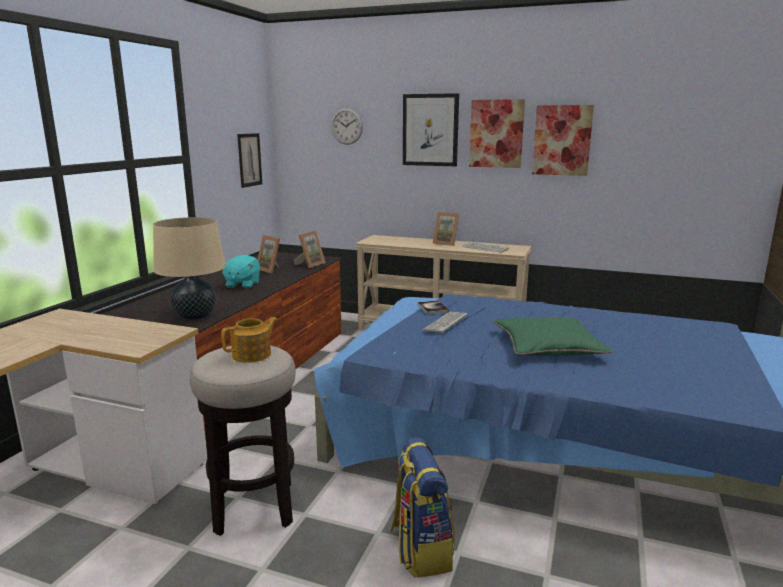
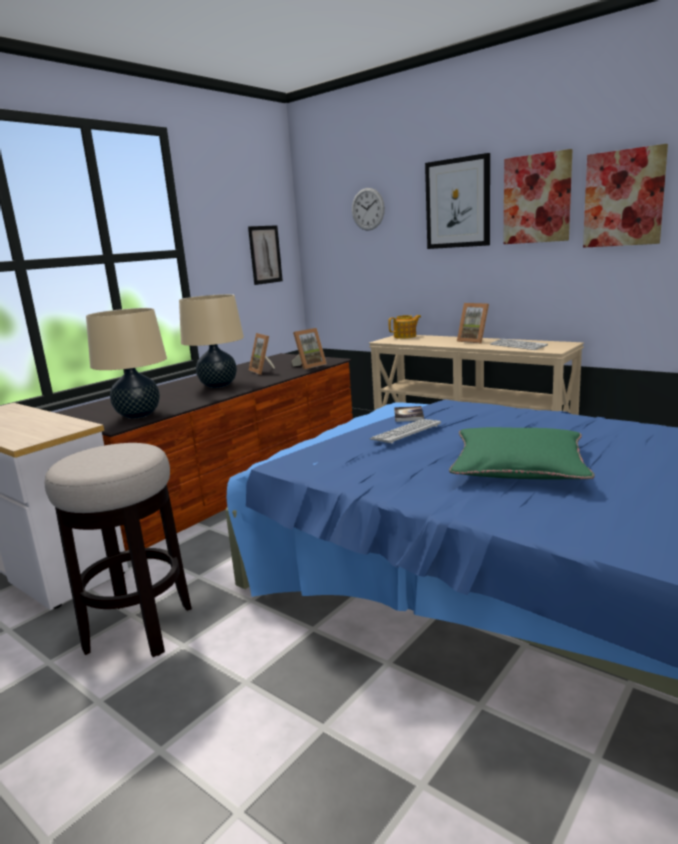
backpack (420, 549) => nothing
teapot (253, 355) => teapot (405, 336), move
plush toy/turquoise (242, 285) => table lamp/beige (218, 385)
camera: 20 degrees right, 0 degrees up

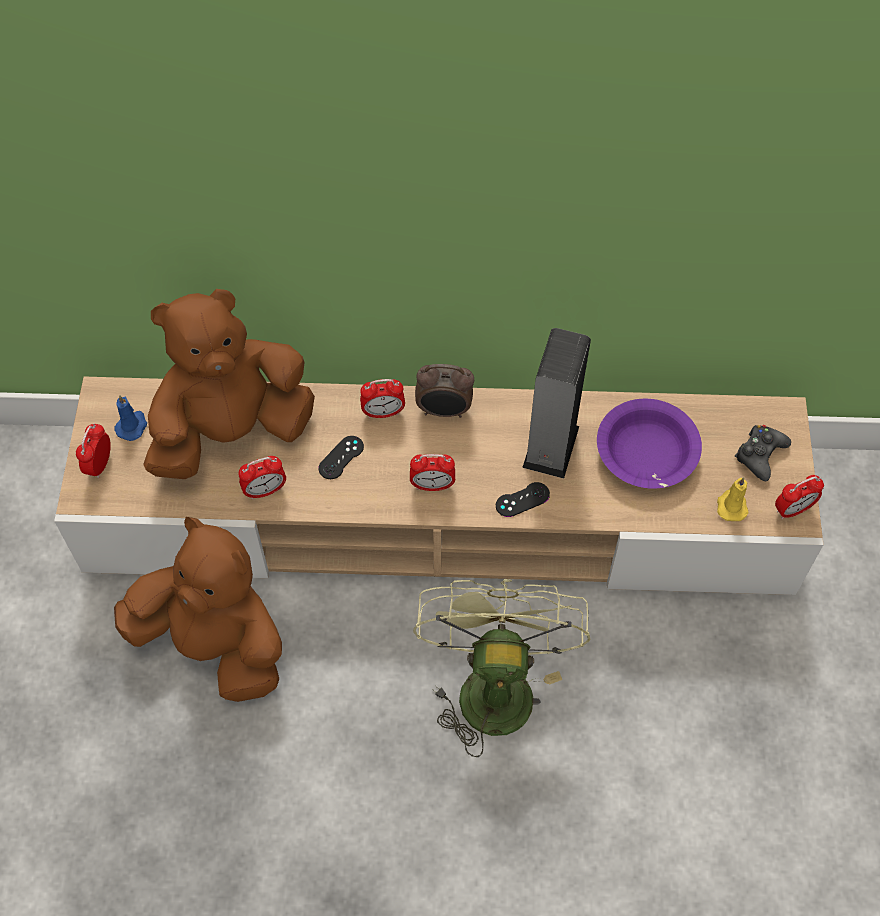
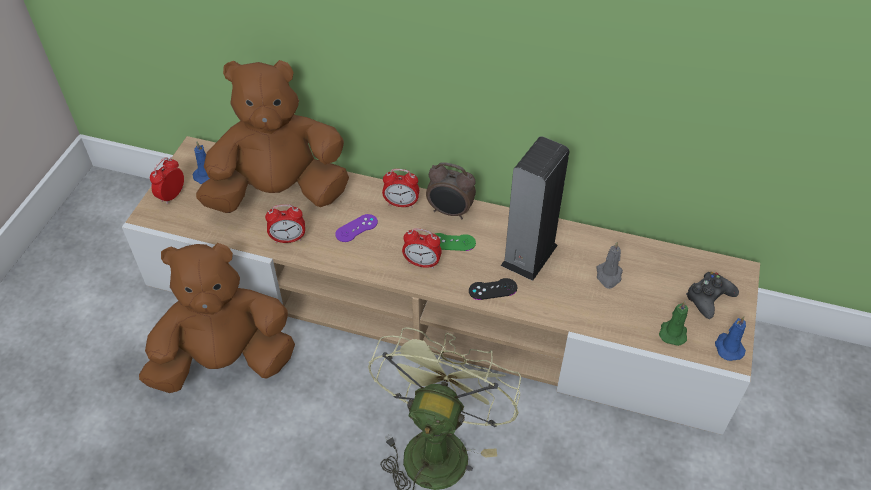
nothing => game controller/green (452, 242)
bowl/purple (646, 453) => candle/grey (608, 276)
alarm clock (792, 510) => candle/blue (728, 347)
game controller/black (341, 457) => game controller/purple (356, 228)
candle/yellow (731, 506) => candle/green (673, 332)
plush toy/brown (215, 643) => plush toy/brown (225, 360), 60 degrees counterclockwise
camera: 15 degrees right, 10 degrees down

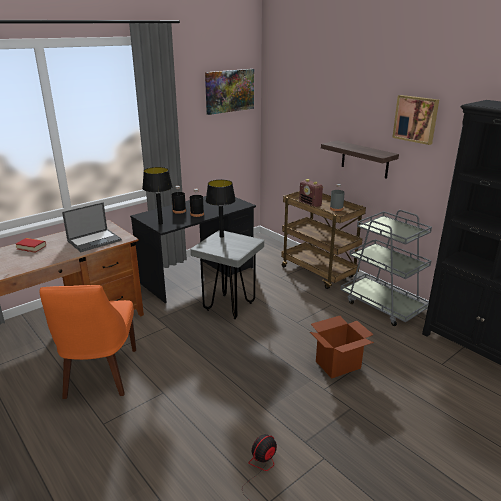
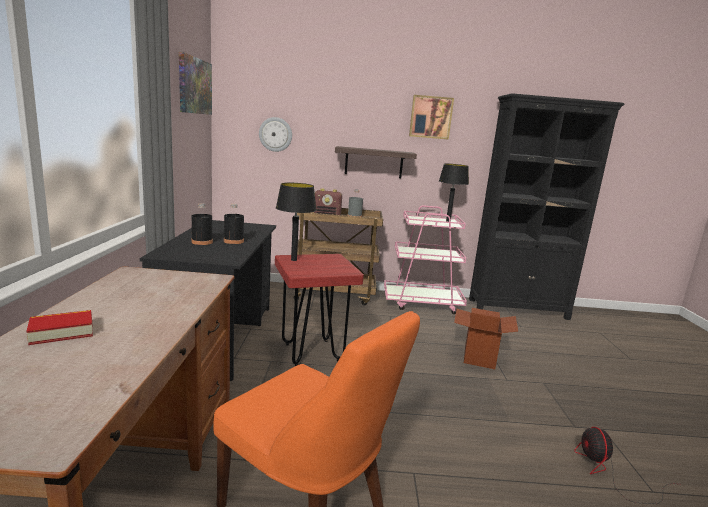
laptop (95, 240) => nothing
nothing => wall clock (275, 134)
table lamp/black (160, 223) => table lamp/black (448, 221), move
stool/grey (229, 306) => stool/red (312, 352)
cart/grey (383, 305) => cart/pink (422, 303)
camera: 50 degrees left, 10 degrees down

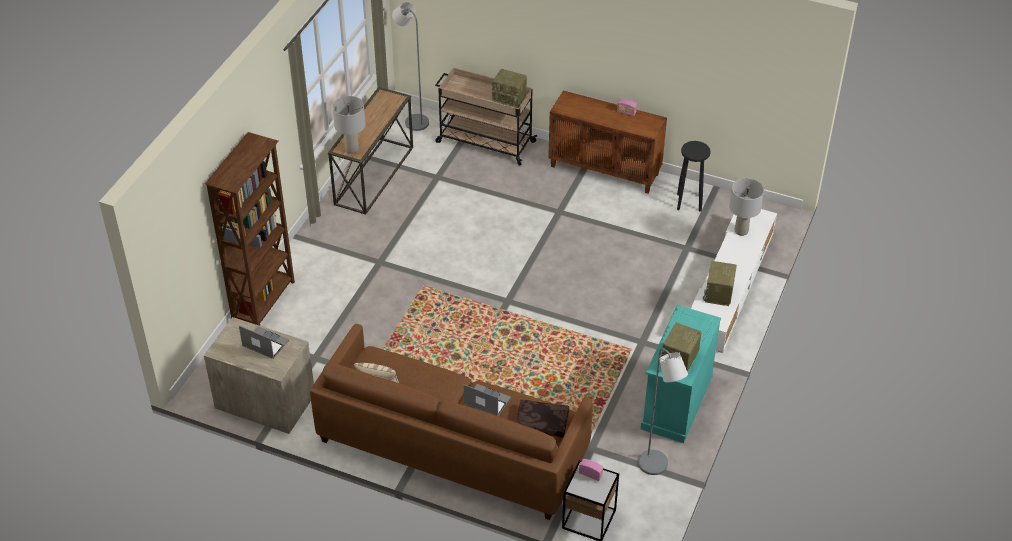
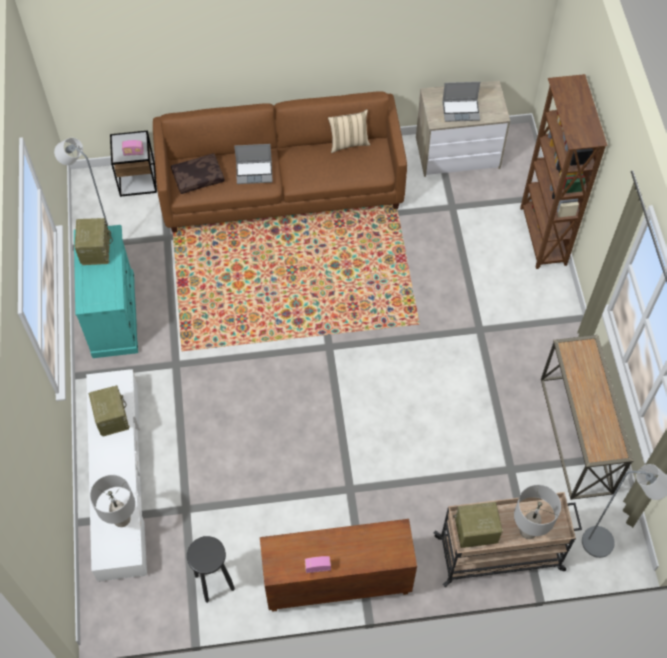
table lamp/grey (352, 149) => table lamp/grey (528, 531), move
camera: 150 degrees right, 15 degrees up

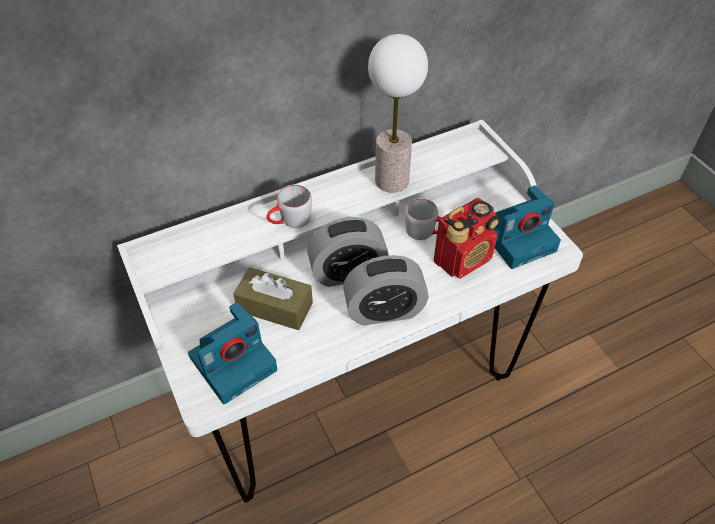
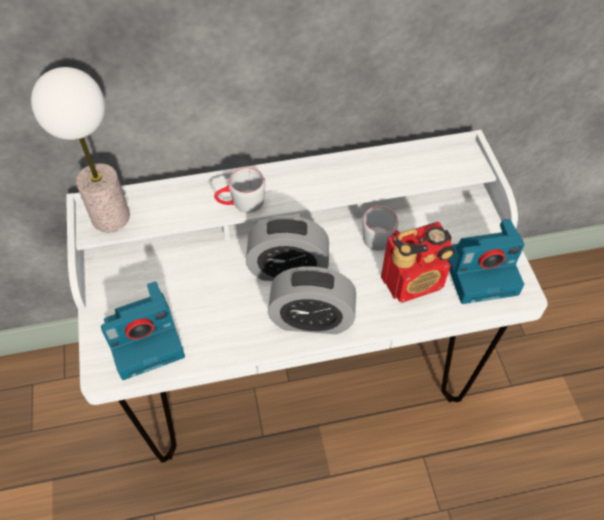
tissue box/brown (275, 307) => nothing
table lamp (391, 181) => table lamp (110, 217), move
camera: 15 degrees right, 5 degrees up

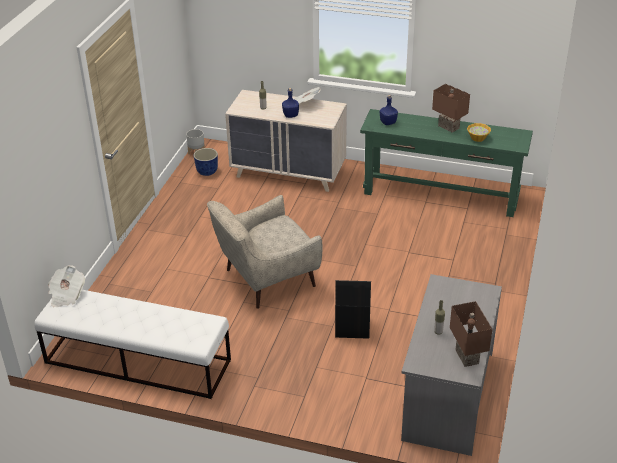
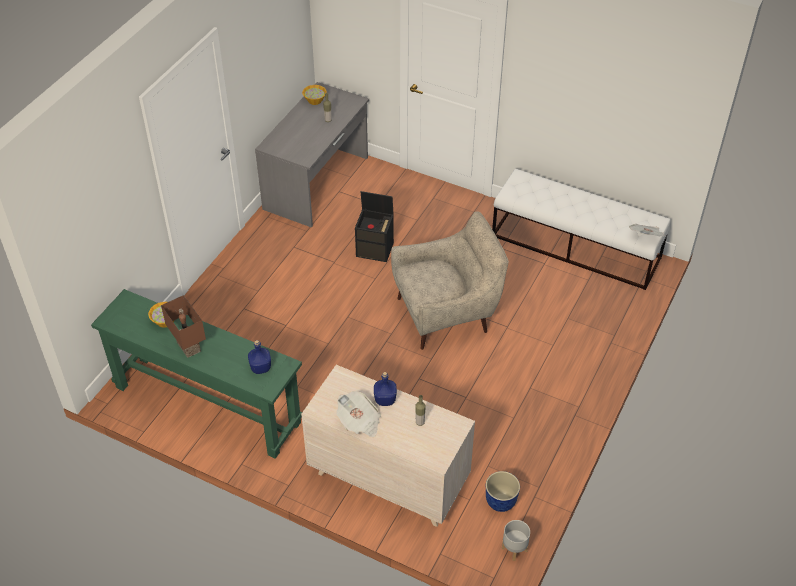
table lamp/brown (468, 357) => bowl (314, 100)
camera: 170 degrees left, 10 degrees up

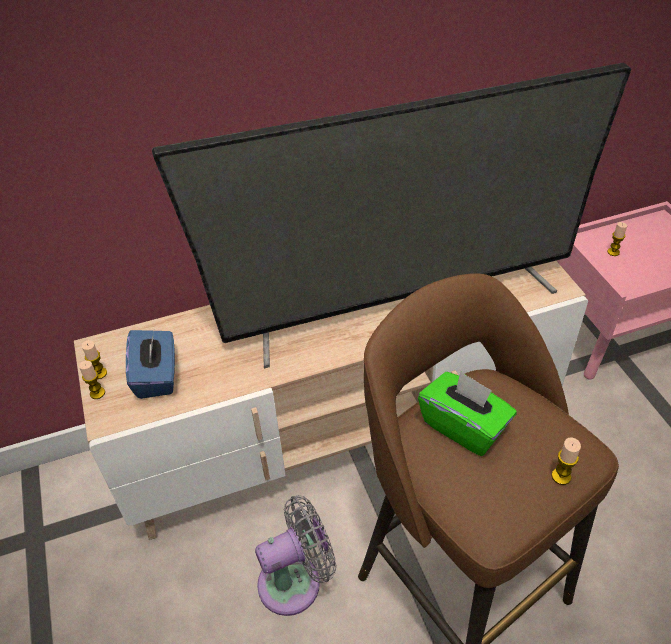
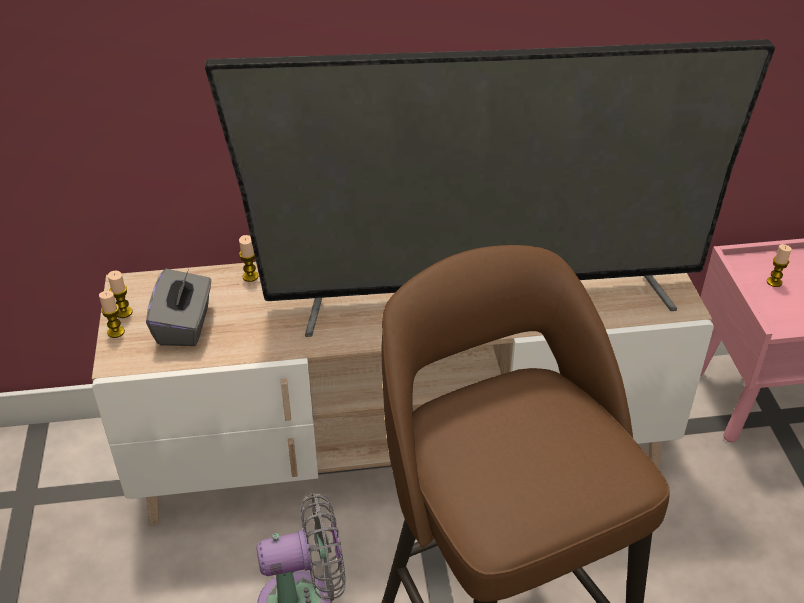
tissue box/green (464, 426) => nothing
candle (561, 476) => candle (250, 276), move
tissue box/blue (157, 376) => tissue box/grey (185, 325)
camera: 10 degrees right, 5 degrees down

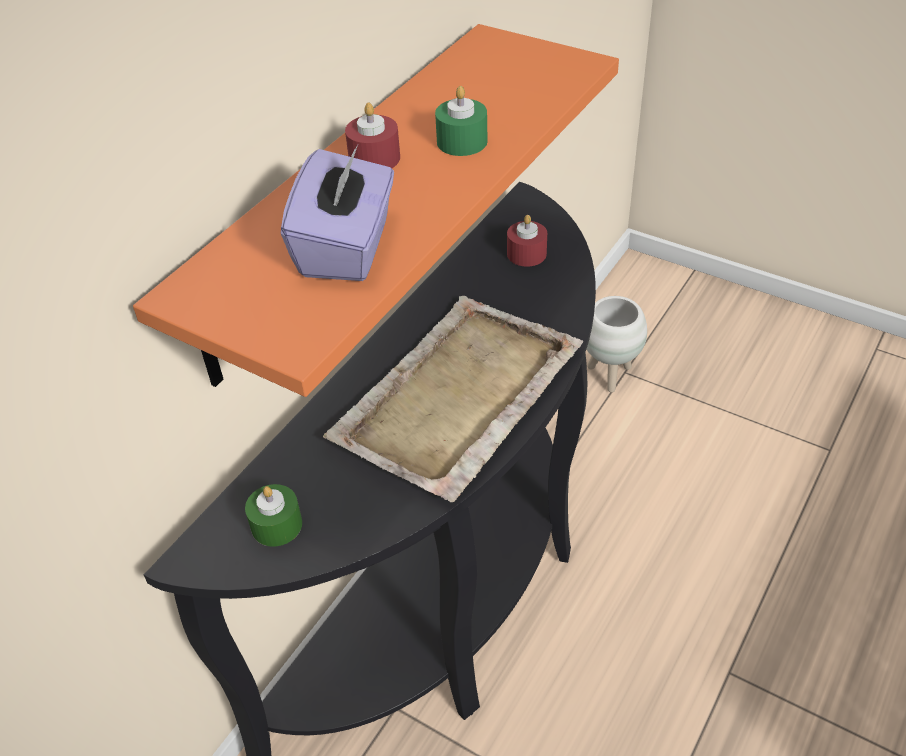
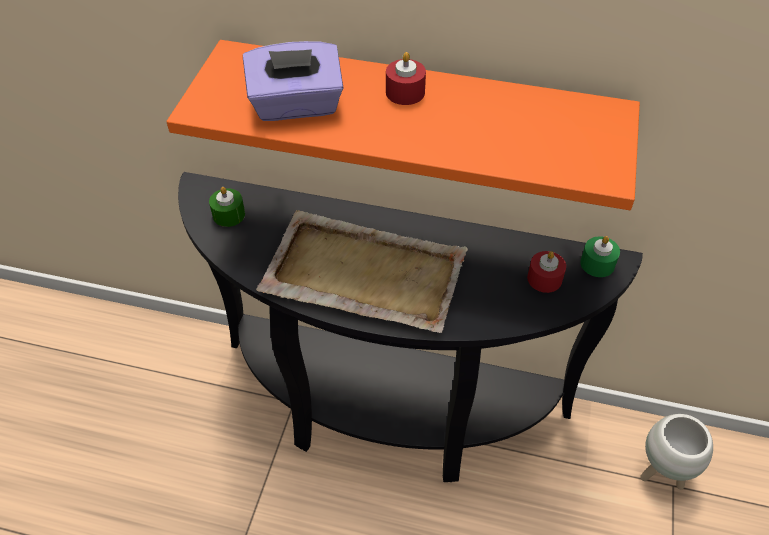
candle/green (462, 141) => candle/green (597, 264), move
camera: 70 degrees right, 5 degrees up

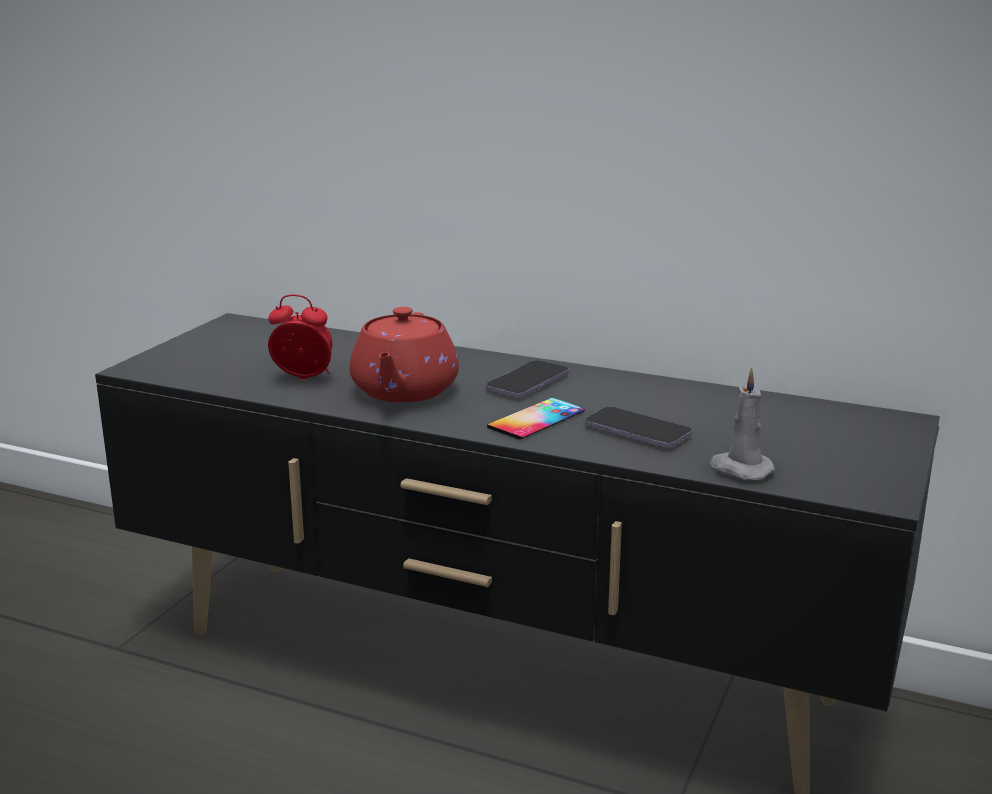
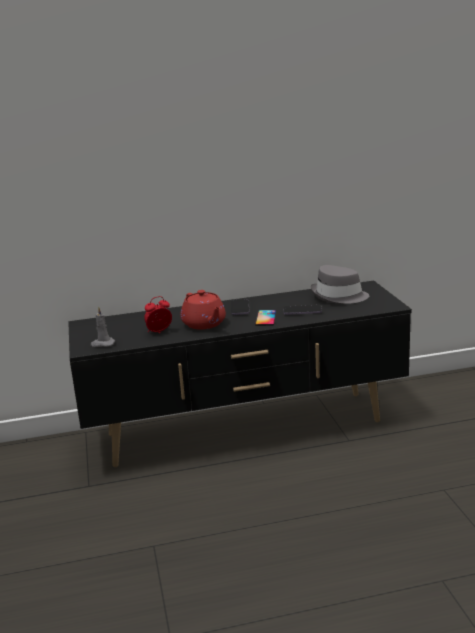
nothing => hat/grey (339, 296)
candle/grey (740, 469) => candle/grey (102, 344), move
camera: 35 degrees left, 0 degrees up

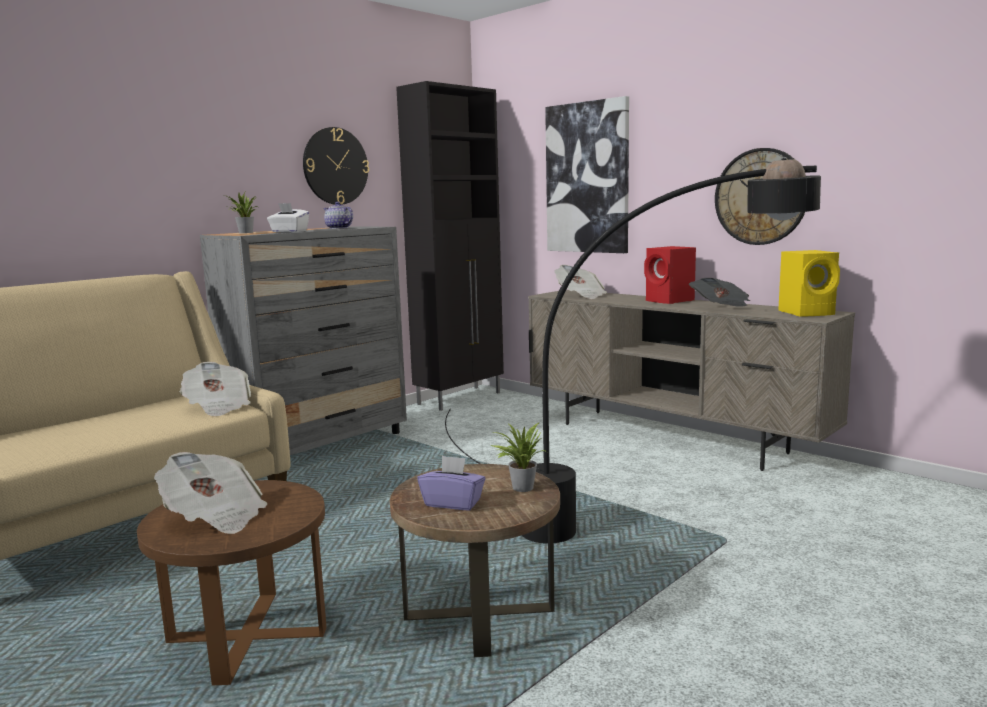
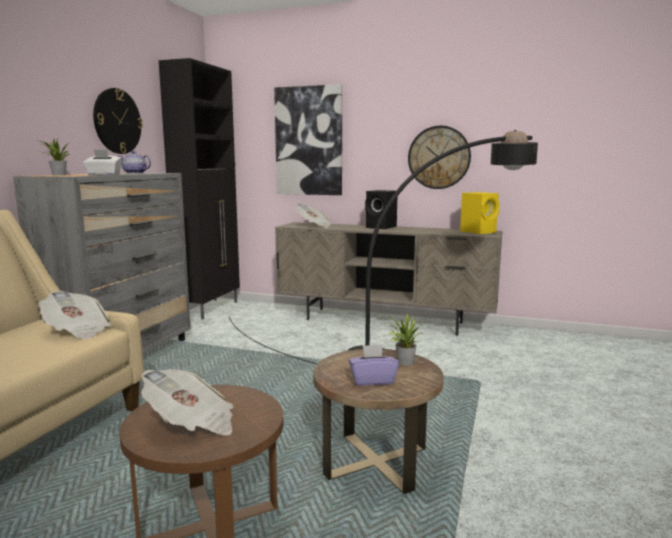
newspaper (721, 309) => nothing
speaker/red (670, 301) => speaker/black (382, 227)
camera: 25 degrees left, 0 degrees up

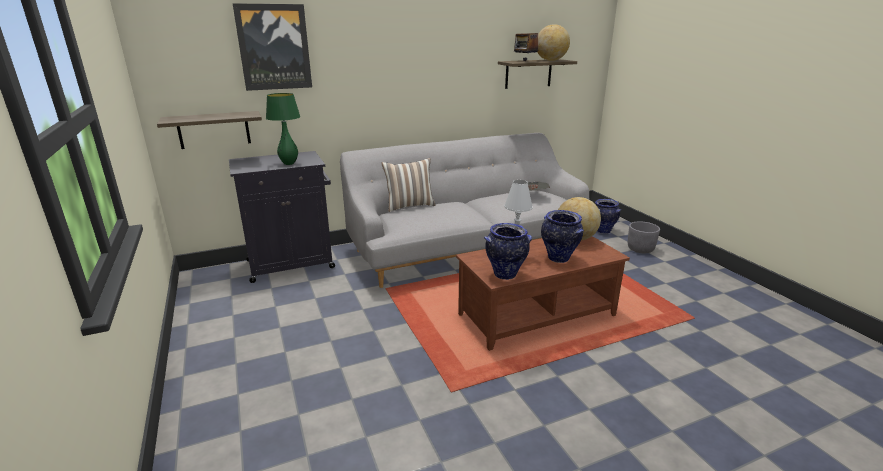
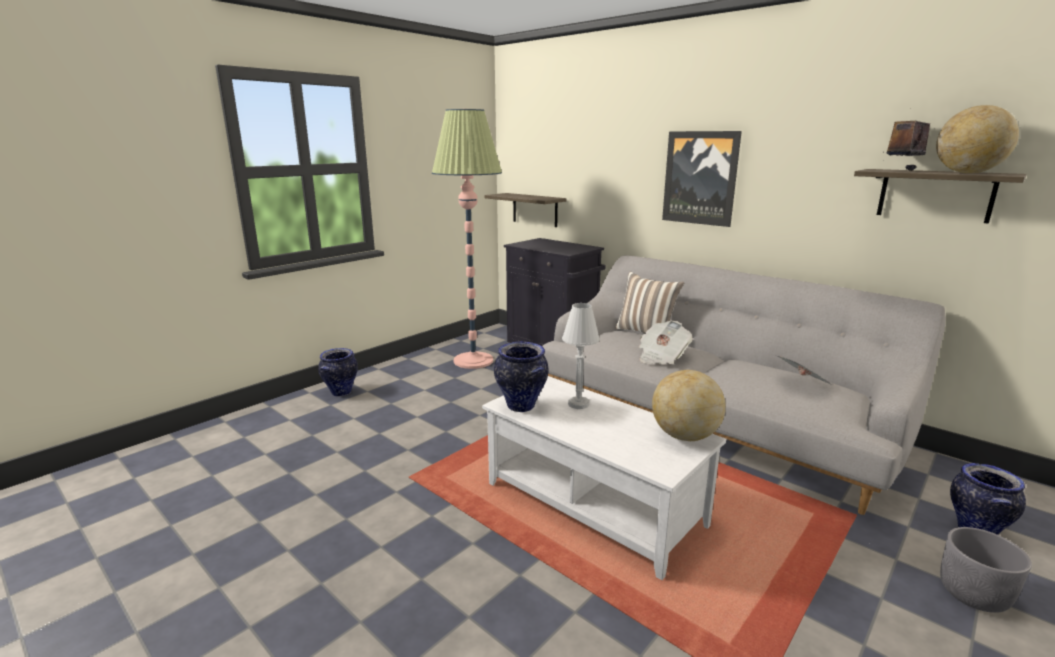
table lamp/green (289, 163) => nothing
nothing => floor lamp (473, 360)
nothing => newspaper (661, 356)
picture (274, 47) => picture (700, 178), move
vase (559, 258) => vase (341, 393), move
coffee table/brown (536, 314) => coffee table/white (594, 504)
camera: 65 degrees right, 5 degrees down

